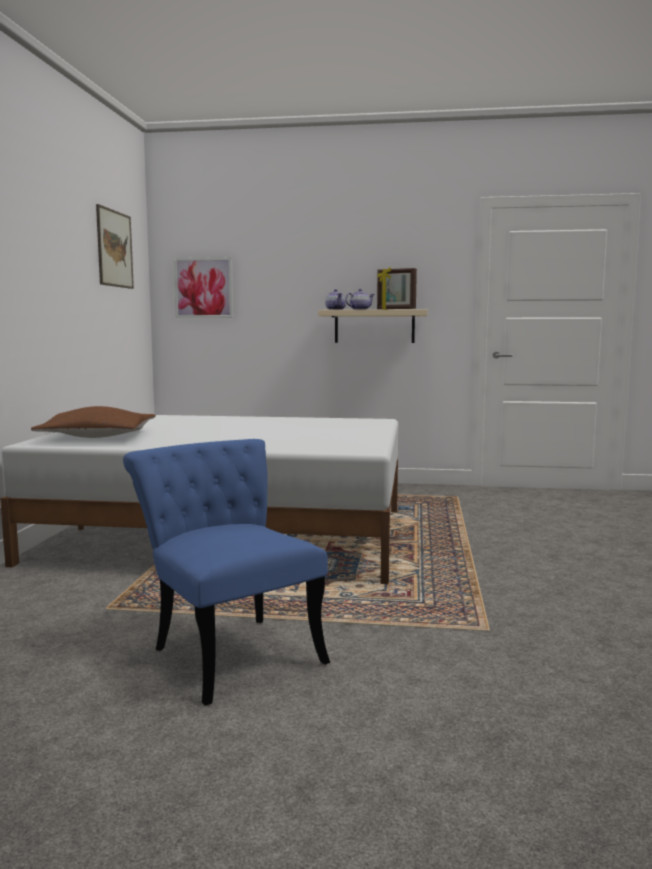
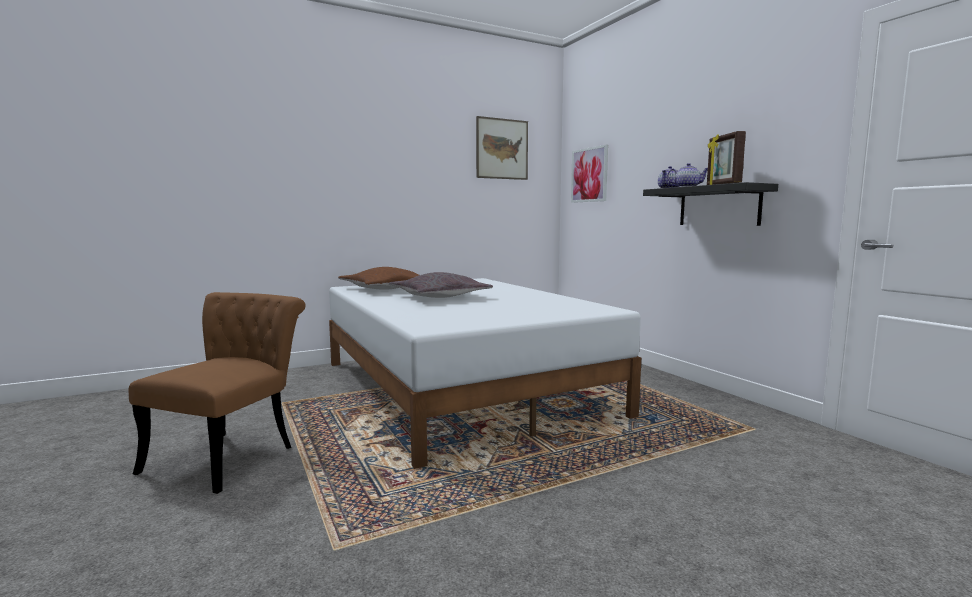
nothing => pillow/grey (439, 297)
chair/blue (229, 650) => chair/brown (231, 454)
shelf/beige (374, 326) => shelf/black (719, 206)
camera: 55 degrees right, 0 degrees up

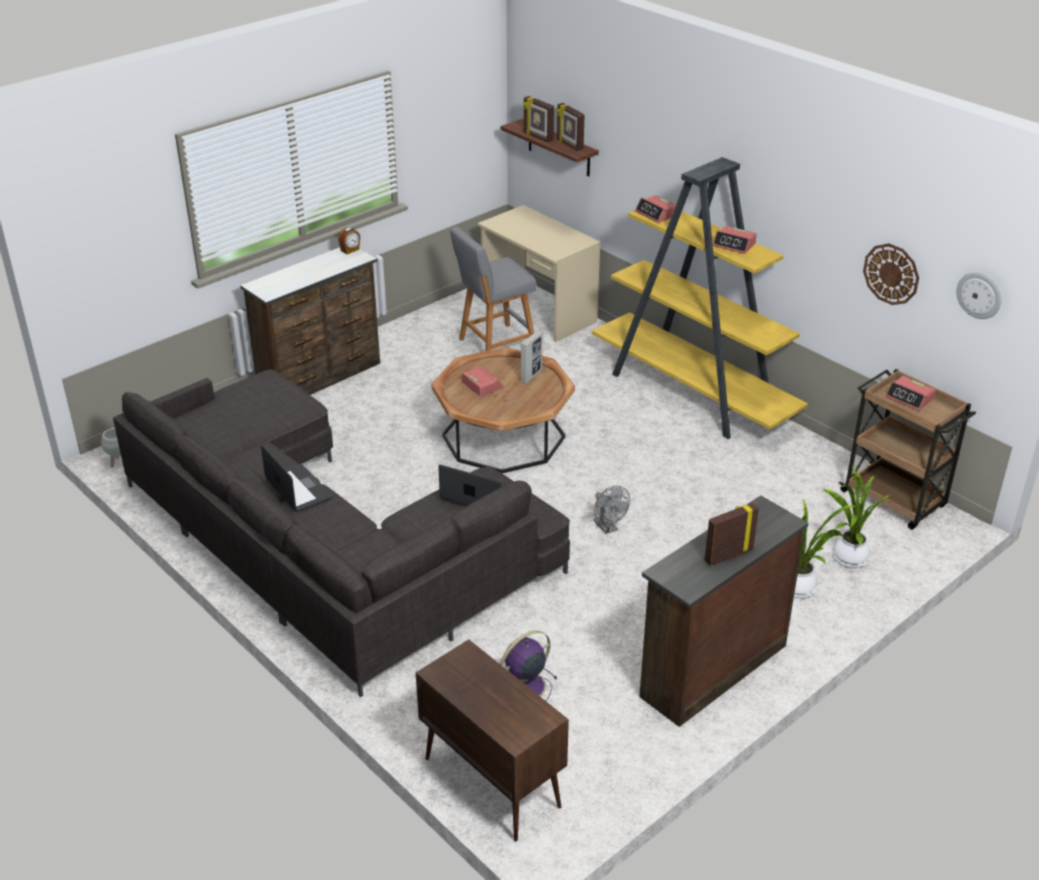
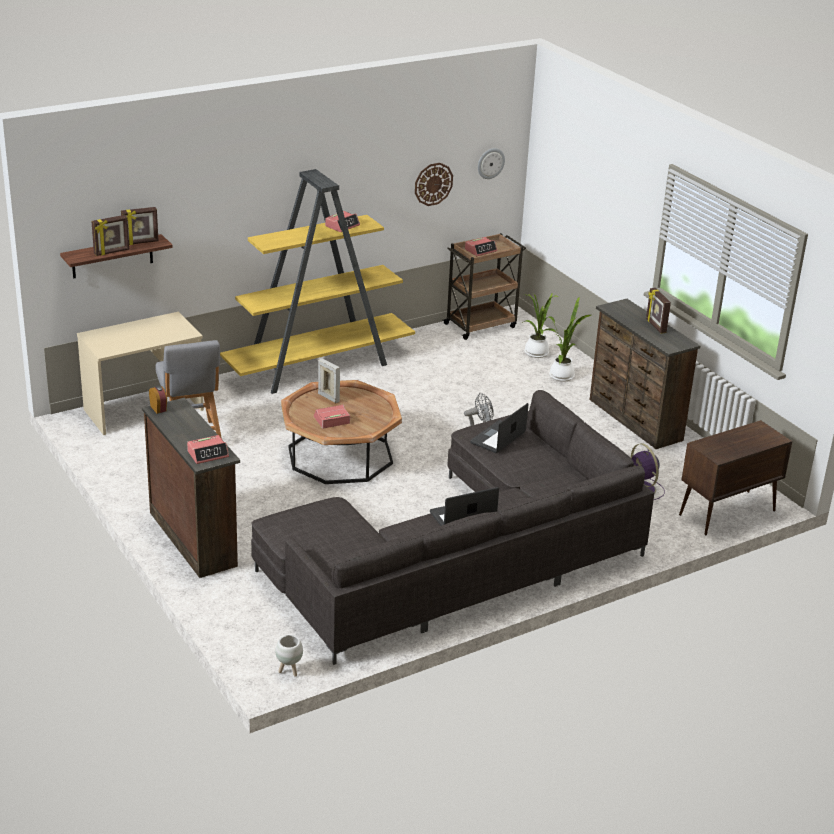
alarm clock (656, 214) => alarm clock (208, 454), move
camera: 80 degrees left, 5 degrees down

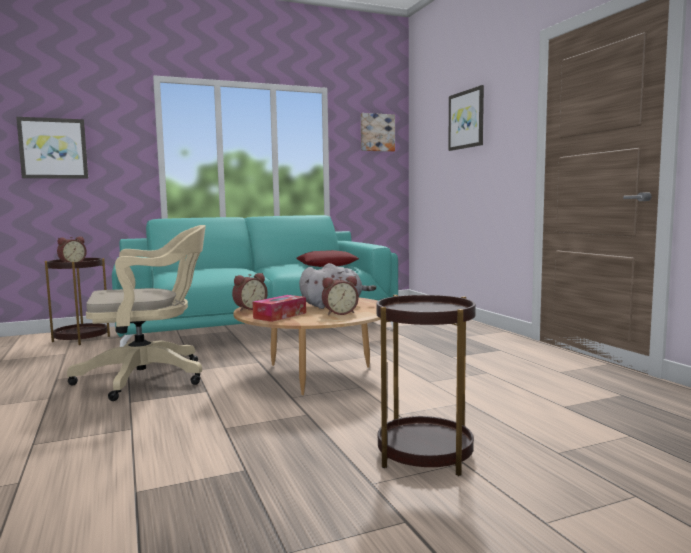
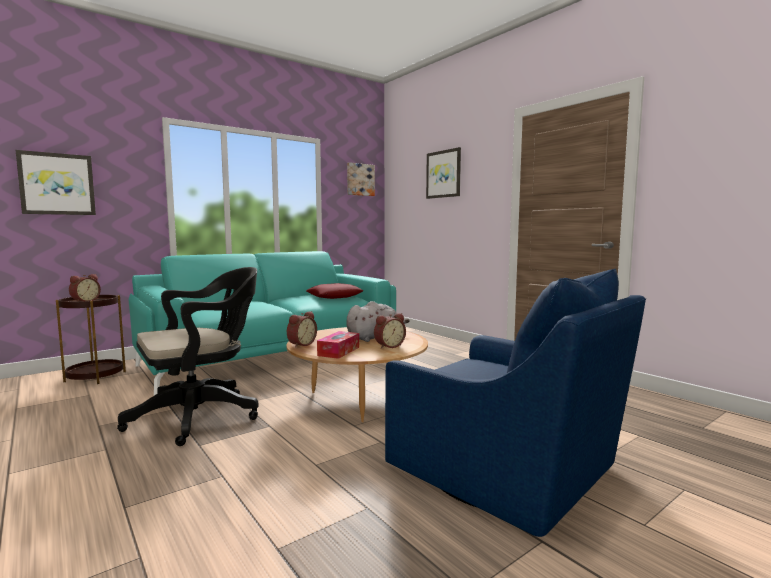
side table/brown (425, 454) => armchair/blue (508, 471)
office chair/beige (150, 377) => office chair/black (201, 415)
camera: 15 degrees left, 0 degrees up

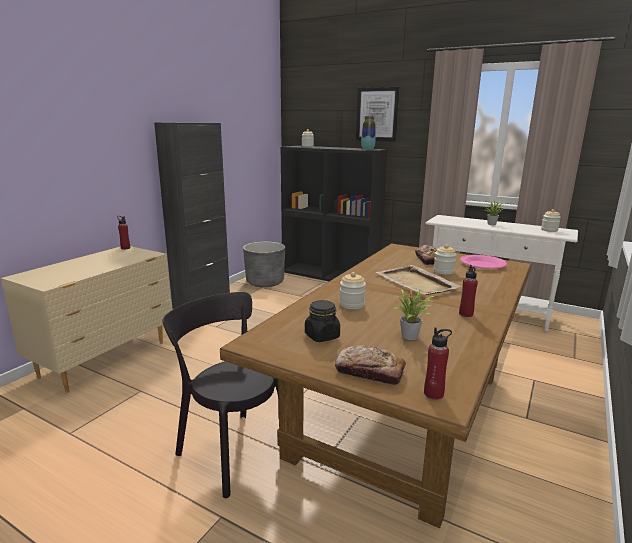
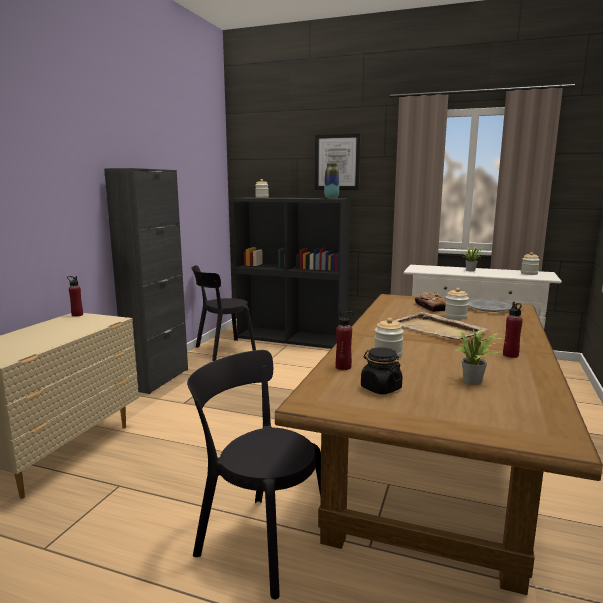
bread (369, 372) => nothing
bottle/red (433, 394) => bottle/red (343, 367), move
planter/grey (265, 282) => chair/black (222, 350)
plate/pink (482, 264) => plate/grey (488, 308)
camera: 10 degrees left, 5 degrees down

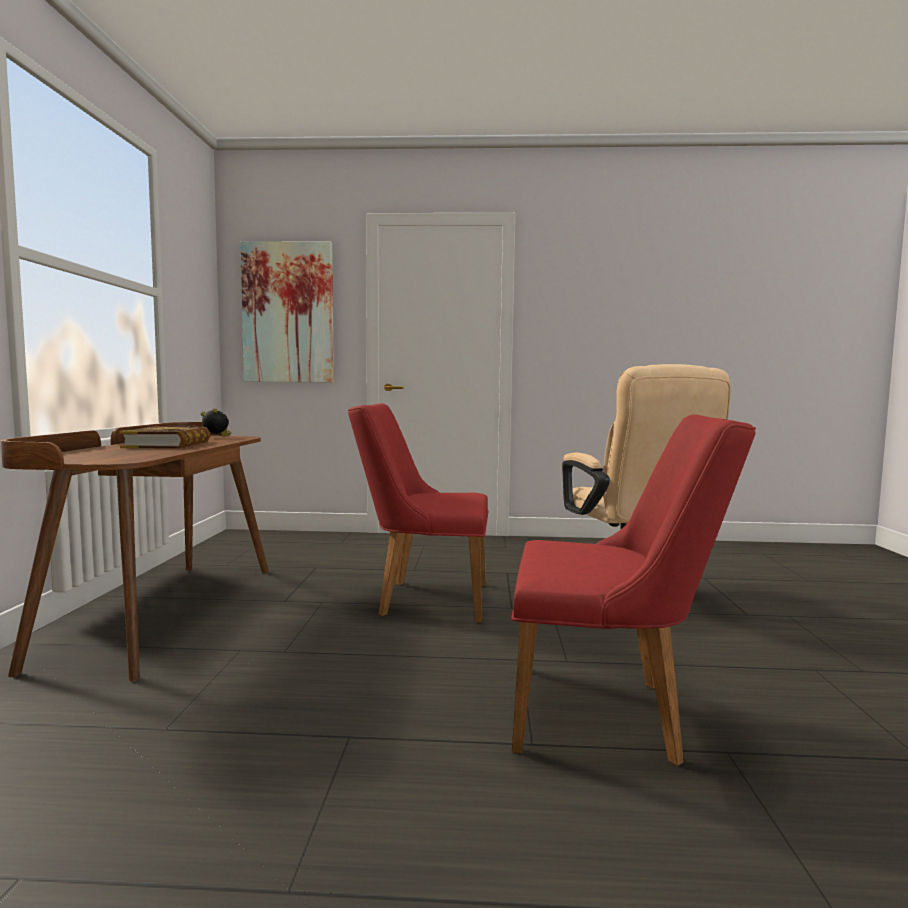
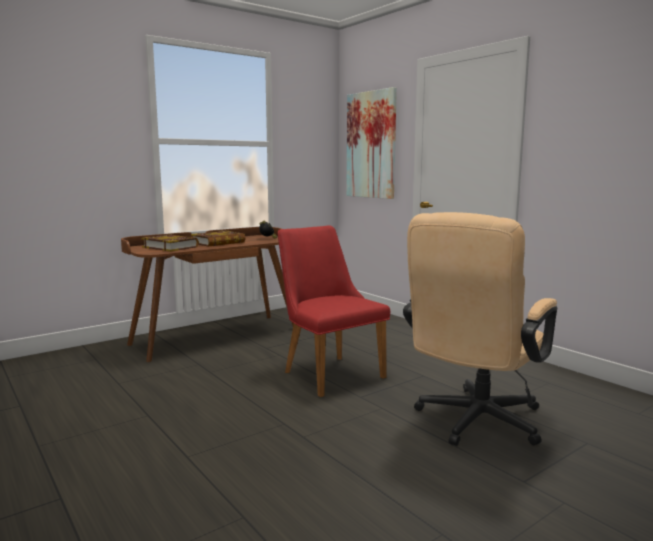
chair/red (612, 714) => nothing
nothing => book (170, 247)
camera: 50 degrees right, 5 degrees up

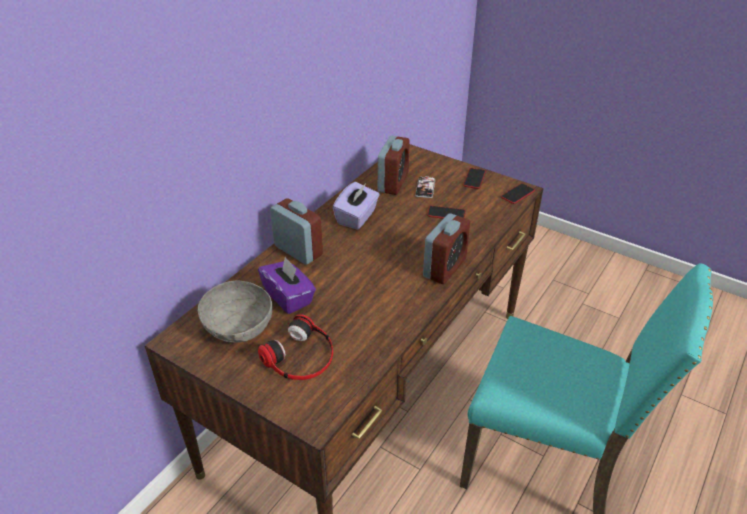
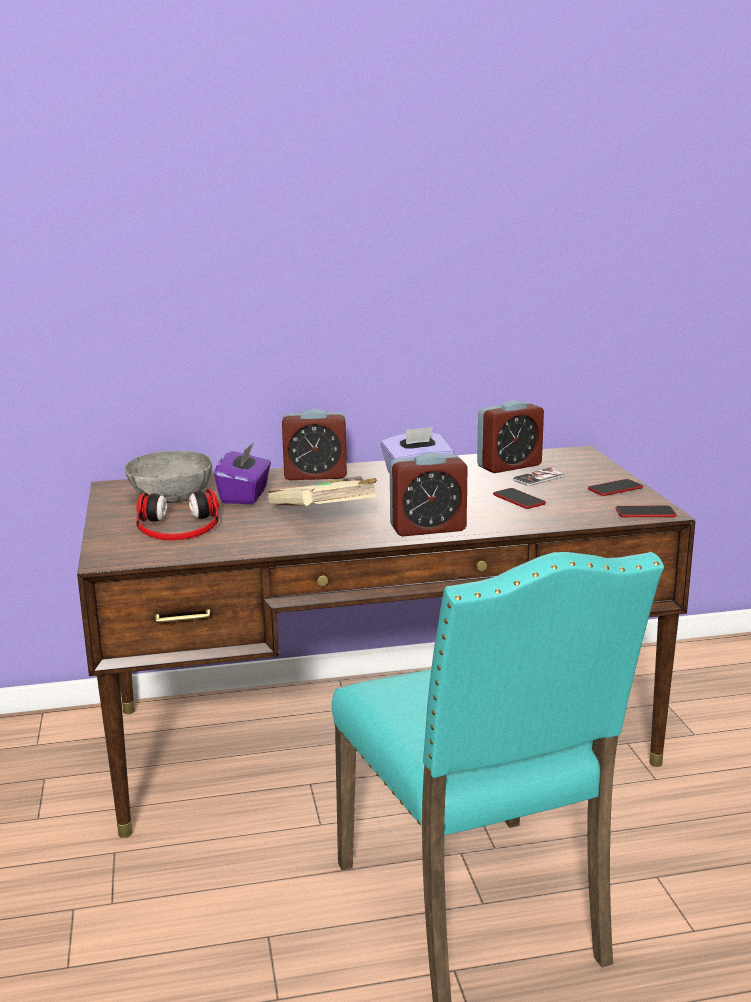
nothing => book/beige (324, 517)
alarm clock (298, 250) => alarm clock (315, 475), 90 degrees clockwise
camera: 45 degrees right, 20 degrees down

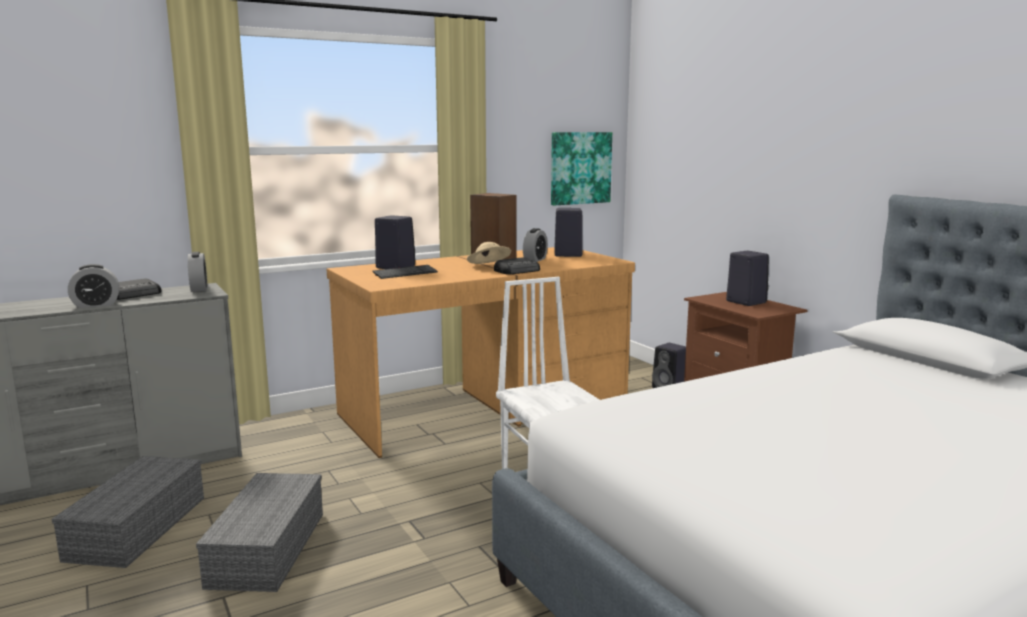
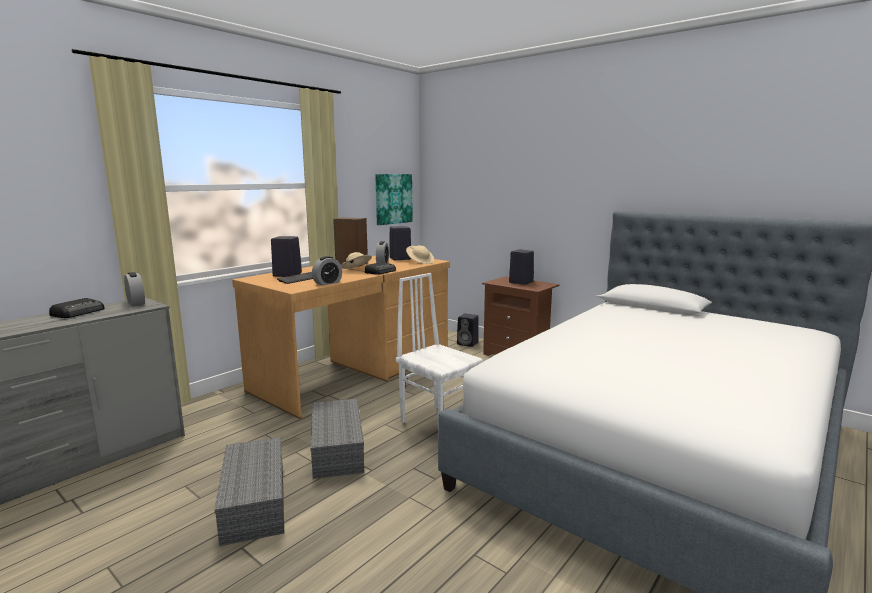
nothing => hat/beige (420, 262)
storage box/grey (137, 526) => storage box/grey (336, 448), move
alarm clock (96, 305) => alarm clock (327, 283), move
camera: 20 degrees left, 0 degrees up

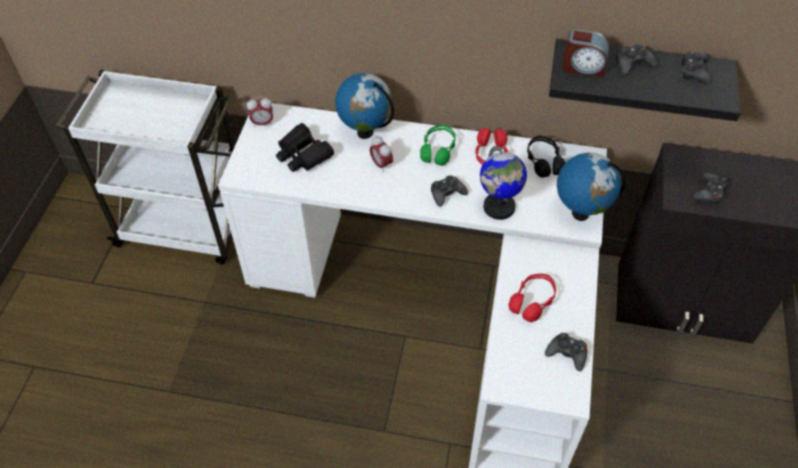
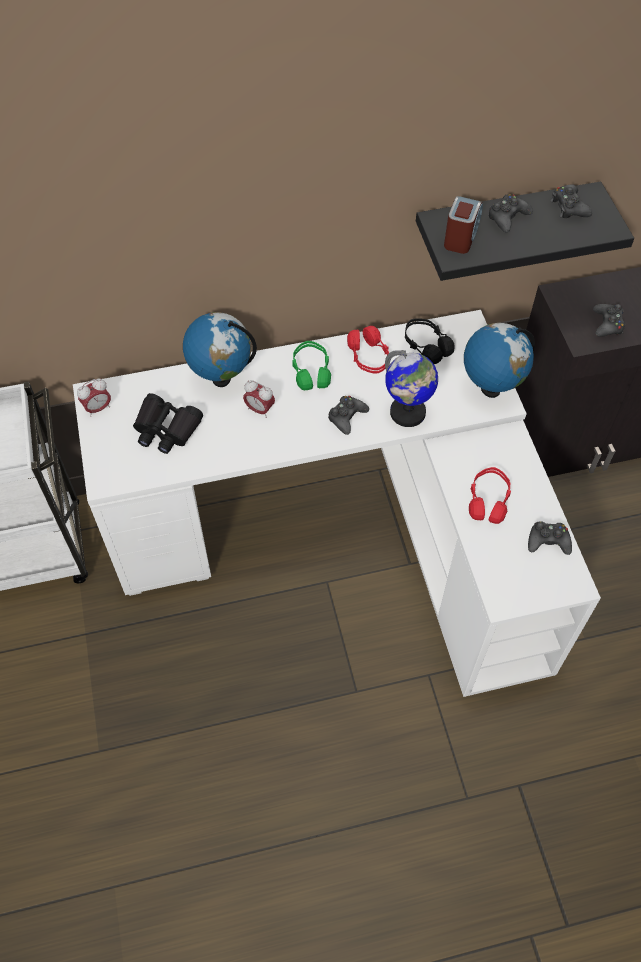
alarm clock (583, 67) => alarm clock (461, 236), 60 degrees counterclockwise
camera: 25 degrees left, 5 degrees up

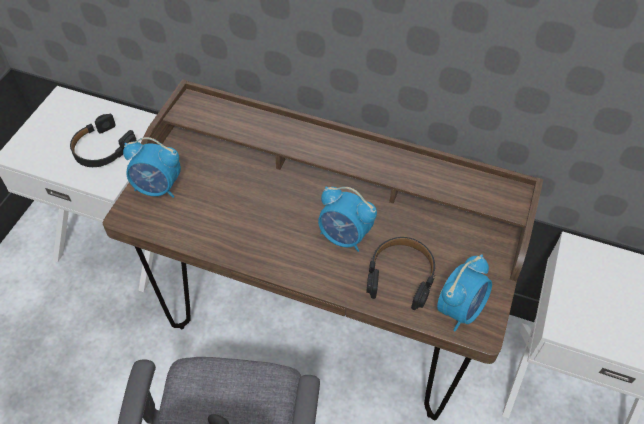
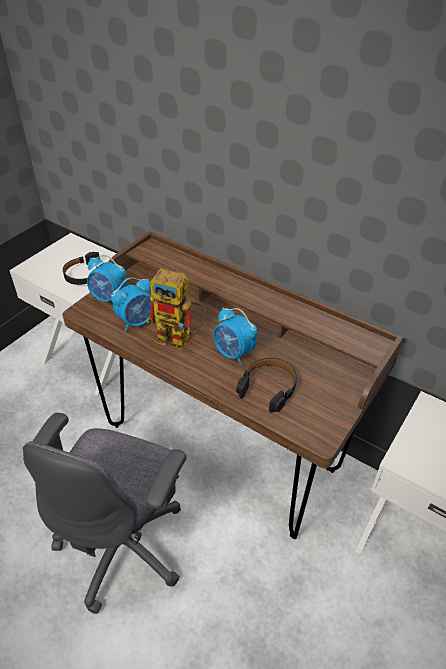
nothing => toy robot (180, 339)
alarm clock (460, 309) => alarm clock (137, 321), move
camera: 15 degrees right, 10 degrees down

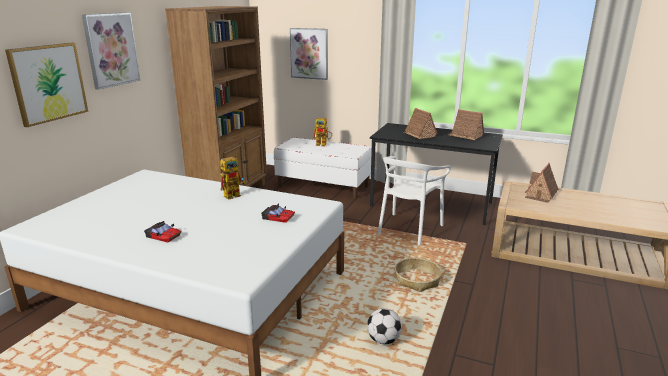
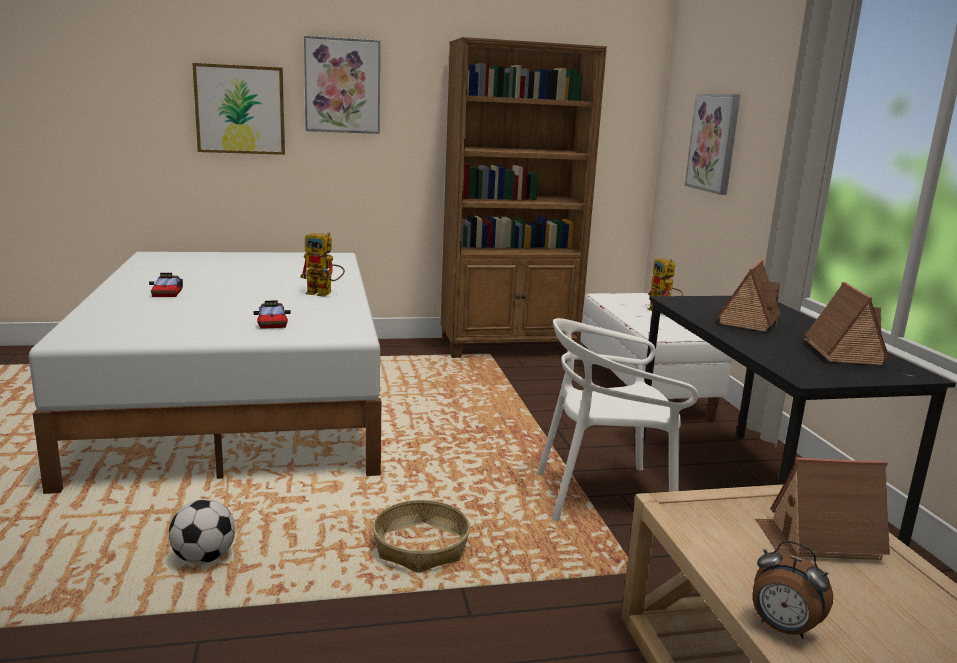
nothing => alarm clock (782, 629)
camera: 55 degrees right, 5 degrees down

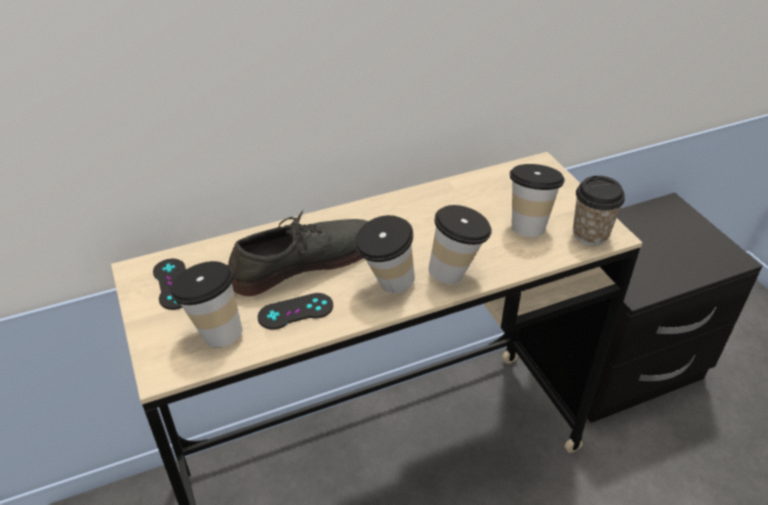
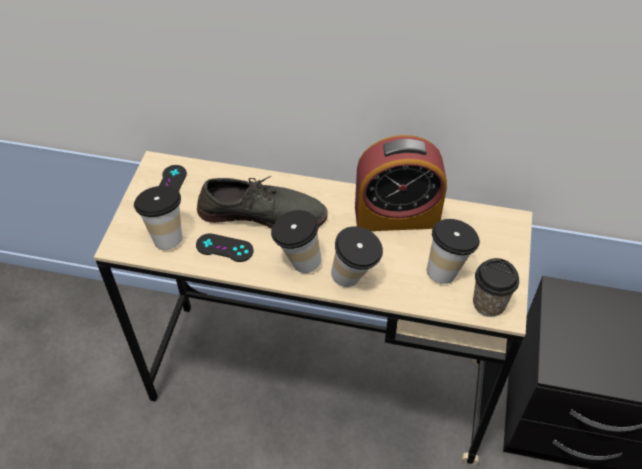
nothing => alarm clock (396, 216)
camera: 35 degrees right, 10 degrees up

